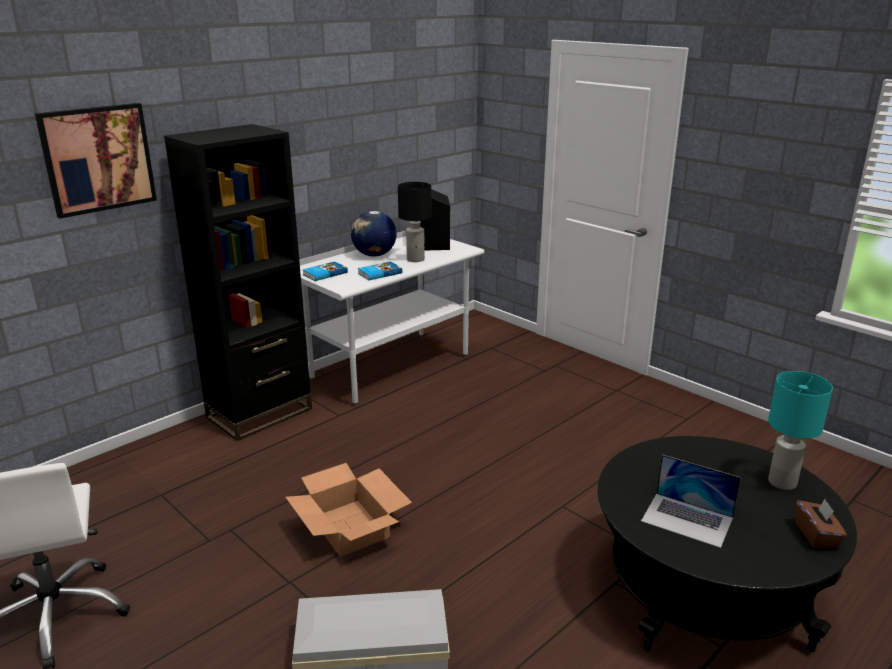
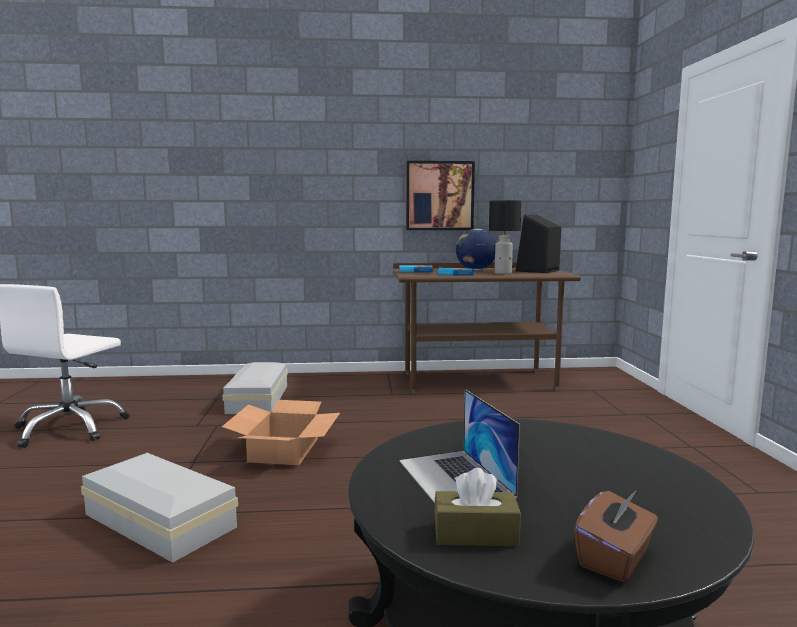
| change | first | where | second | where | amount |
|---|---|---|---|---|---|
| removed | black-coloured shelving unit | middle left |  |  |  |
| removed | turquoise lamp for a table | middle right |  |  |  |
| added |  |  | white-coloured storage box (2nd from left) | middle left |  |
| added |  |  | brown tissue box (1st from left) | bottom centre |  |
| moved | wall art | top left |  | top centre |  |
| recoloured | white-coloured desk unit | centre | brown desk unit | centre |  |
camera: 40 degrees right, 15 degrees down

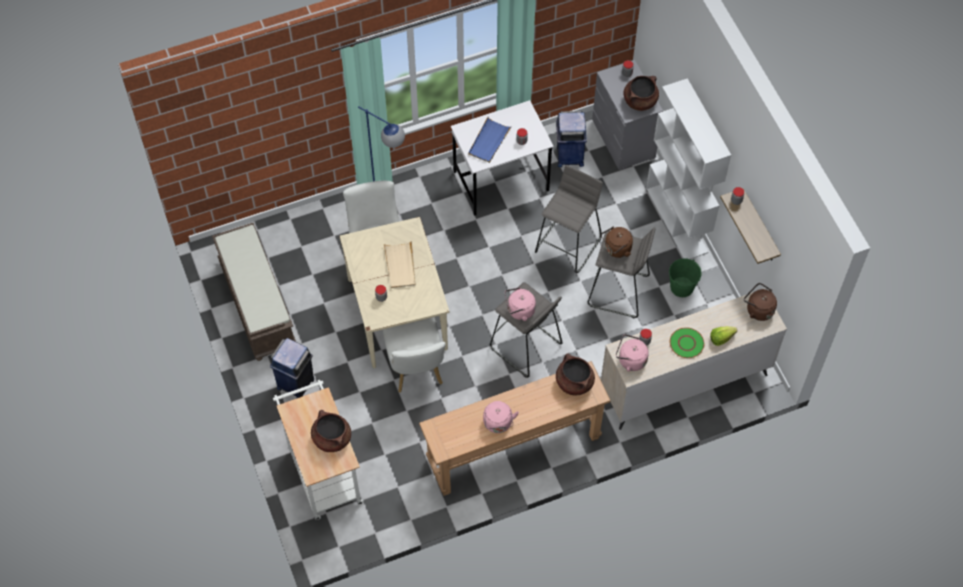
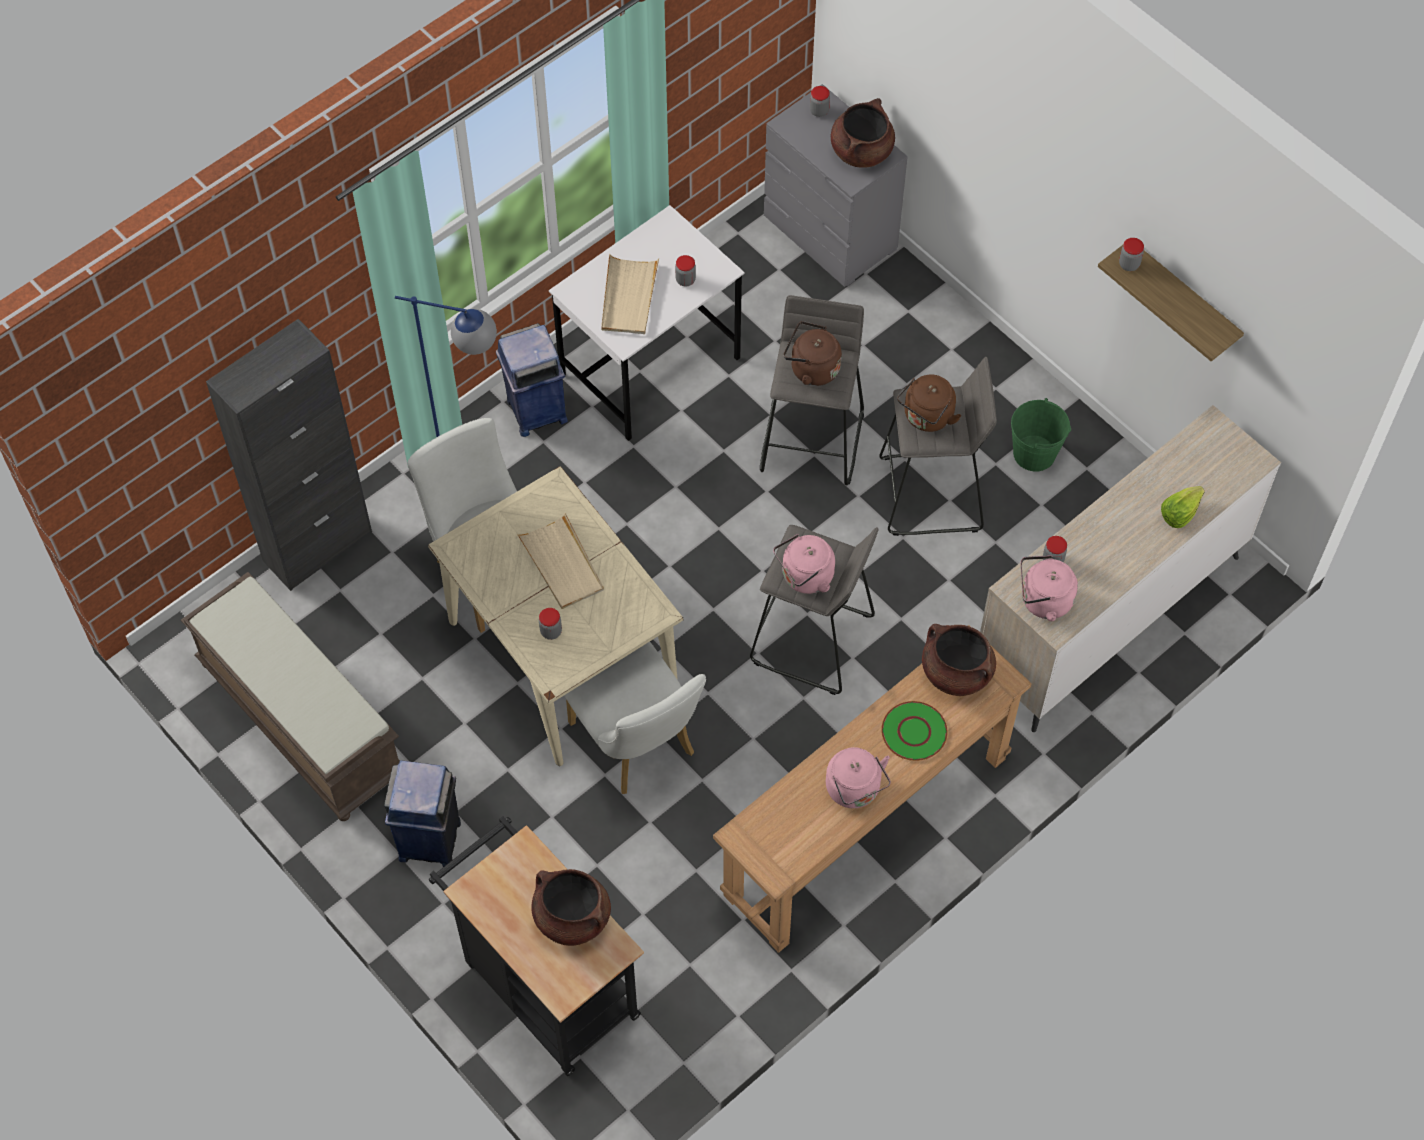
| change | first | where | second | where | amount |
|---|---|---|---|---|---|
| removed | white-coloured shelving unit | top right |  |  |  |
| added |  |  | black-coloured storage cabinet | middle left |  |
| moved | blue rubbish bin (2nd from left) | top centre |  | centre |  |
| moved | greenish flat dish | middle right |  | centre |  |
| moved | brown tea kettle (2nd from left in the first image) | middle right | brown tea kettle (1st from left) | top centre |  |
| recoloured | white-coloured cart | bottom left | black-coloured cart | bottom centre |  |
| recoloured | blue carrying tray | top centre | beige carrying tray (2nd from left) | top centre |  |
camera: 20 degrees left, 0 degrees up

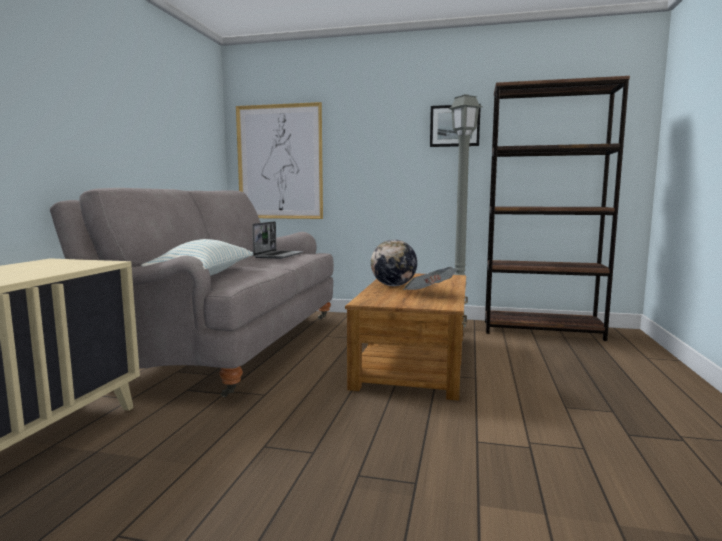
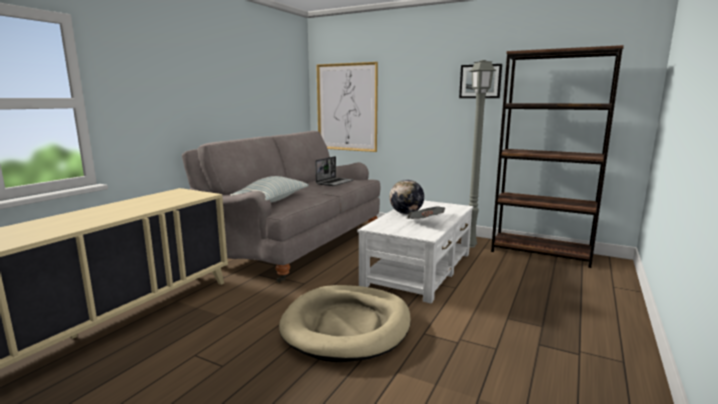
| change | first | where | second | where | amount |
|---|---|---|---|---|---|
| added |  |  | beige dog cushion | bottom centre |  |
| recoloured | brown low table | centre | white-coloured low table | centre |  |
camera: 15 degrees right, 5 degrees up

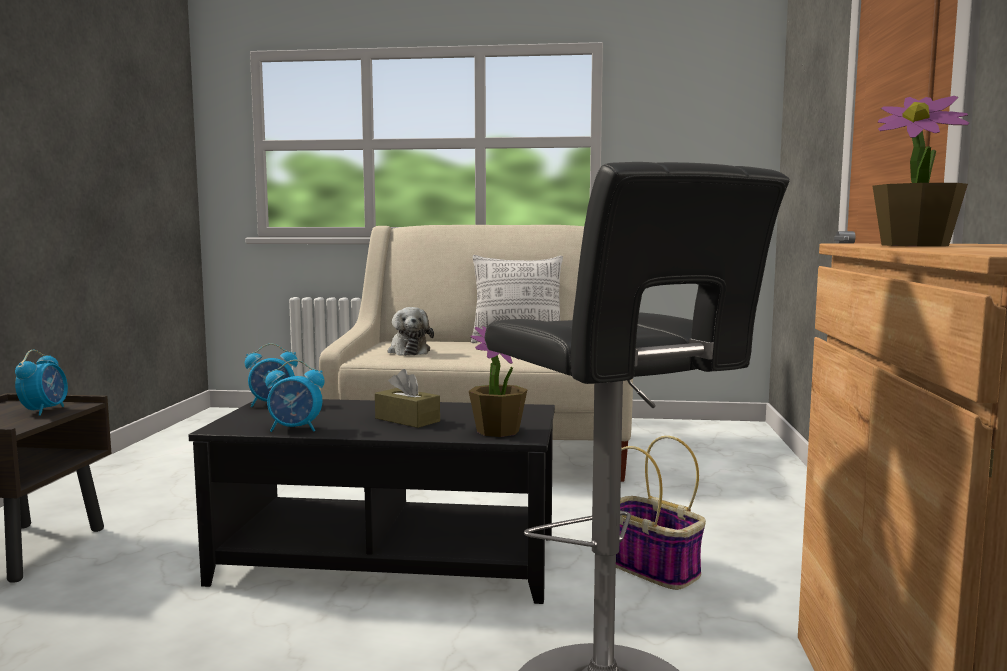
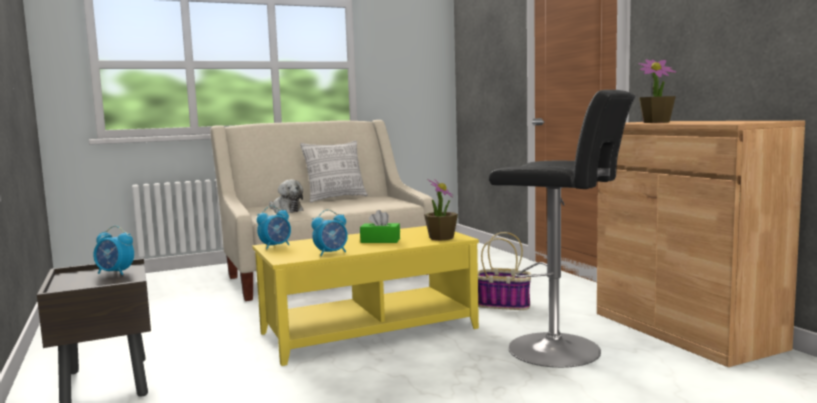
| change | first | where | second | where | amount |
|---|---|---|---|---|---|
| recoloured | black-coloured low table | bottom centre | yellow low table | bottom centre |  |
| recoloured | brown tissue box | centre | greenish tissue box | centre |  |
| turned | bedside clock (1st from left) | middle left |  | middle left | 135 degrees clockwise |
camera: 30 degrees left, 0 degrees up

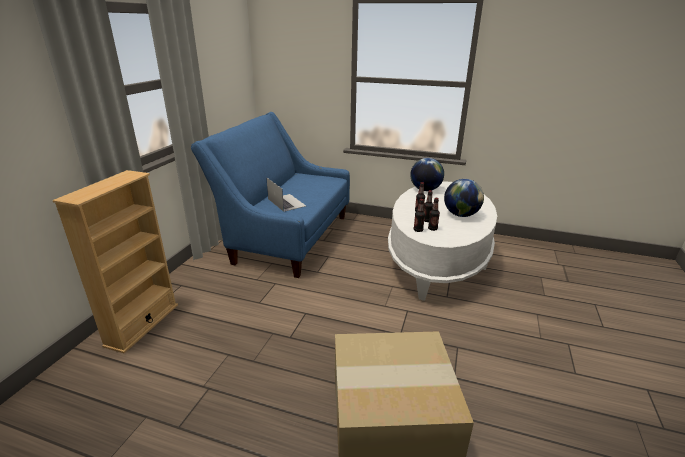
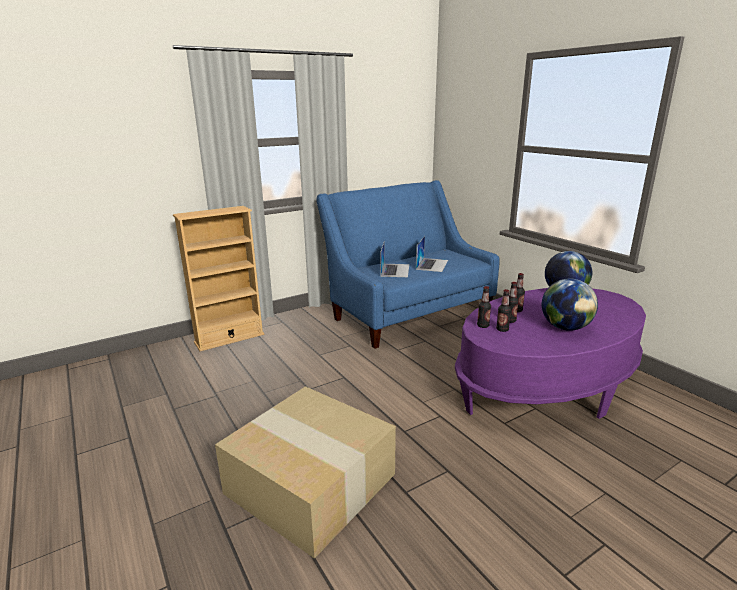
| change | first | where | second | where | amount |
|---|---|---|---|---|---|
| added |  |  | portable computer (2nd from left) | centre |  |
| recoloured | white-coloured low table | centre | purple low table | middle right |  |
camera: 40 degrees right, 5 degrees down

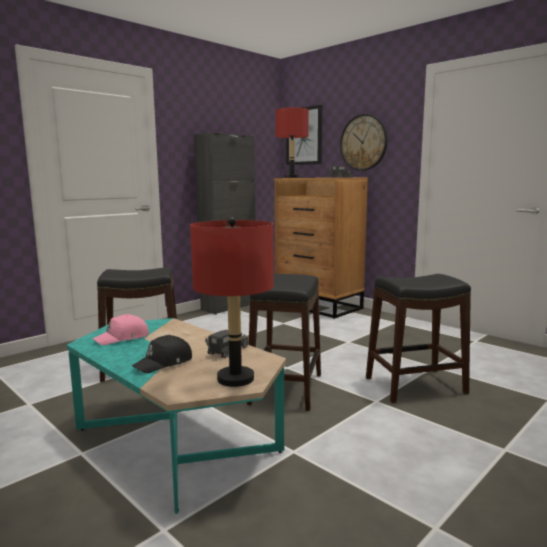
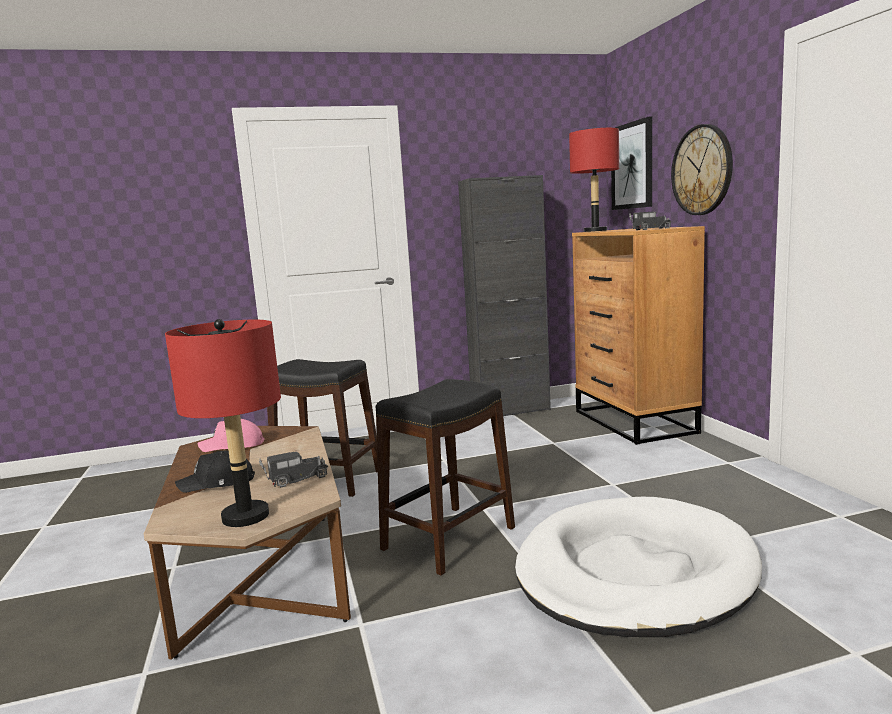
| change | first | where | second | where | amount |
|---|---|---|---|---|---|
| replaced | black-coloured stool (3rd from left) | middle right | white-coloured dog cushion | bottom right |  |
| recoloured | turquoise low table | bottom left | brown low table | bottom left |  |
camera: 30 degrees right, 0 degrees up

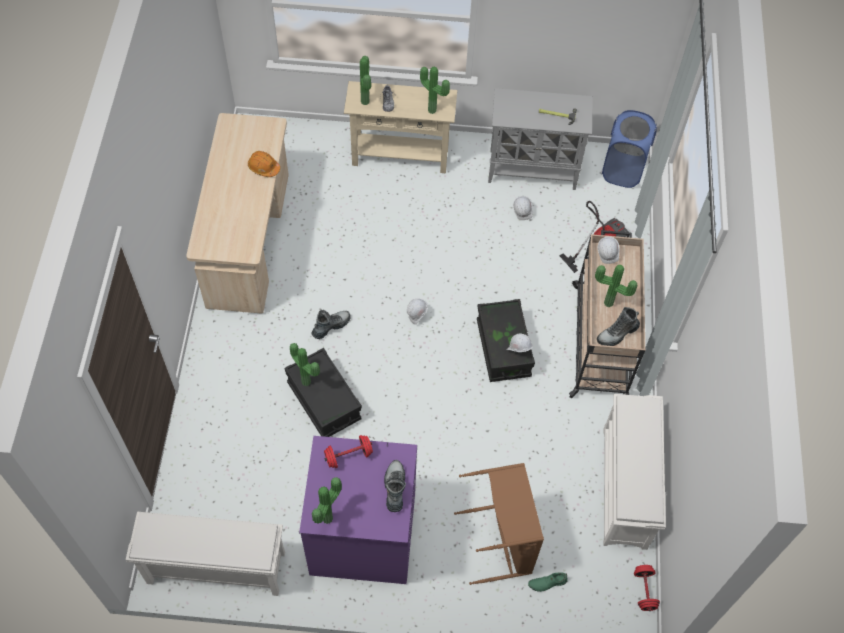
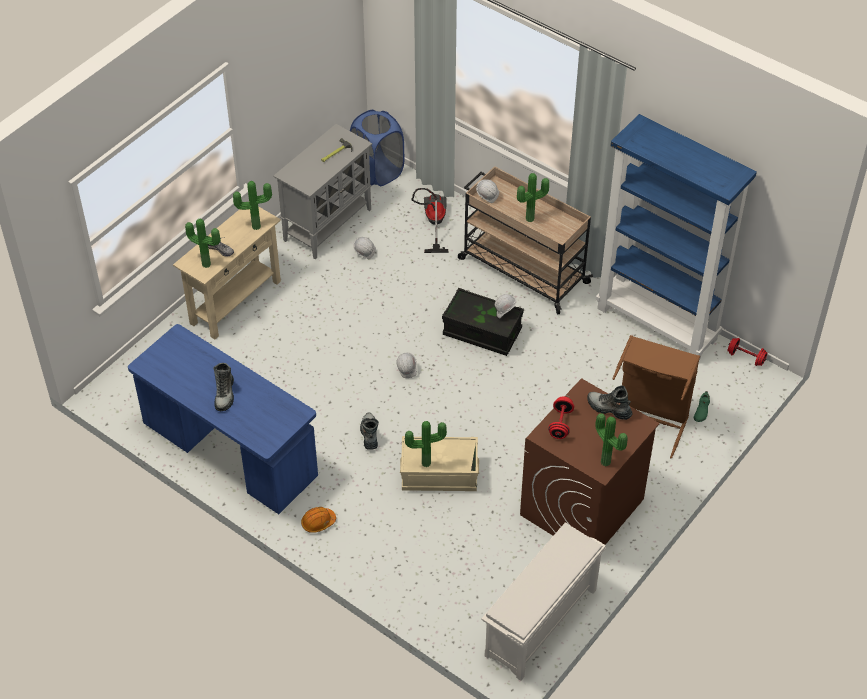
| change | first | where | second | where | amount |
|---|---|---|---|---|---|
| moved | orange-coloured work helmet | top left |  | bottom centre |  |
| moved | boot (3rd from left in the first image) | middle right | boot (1st from left) | middle left |  |
| replaced | white-coloured shoe shelf (2nd from left) | bottom right | blue shelving unit | middle right |  |
| recoloured | beige desk unit | middle left | blue desk unit | middle left |  |
| recoloured | black-coloured storage box (1st from left) | centre | beige storage box | centre |  |
| recoloured | purple laundry appliance | bottom centre | brown laundry appliance | middle right |  |
camera: 55 degrees left, 10 degrees down

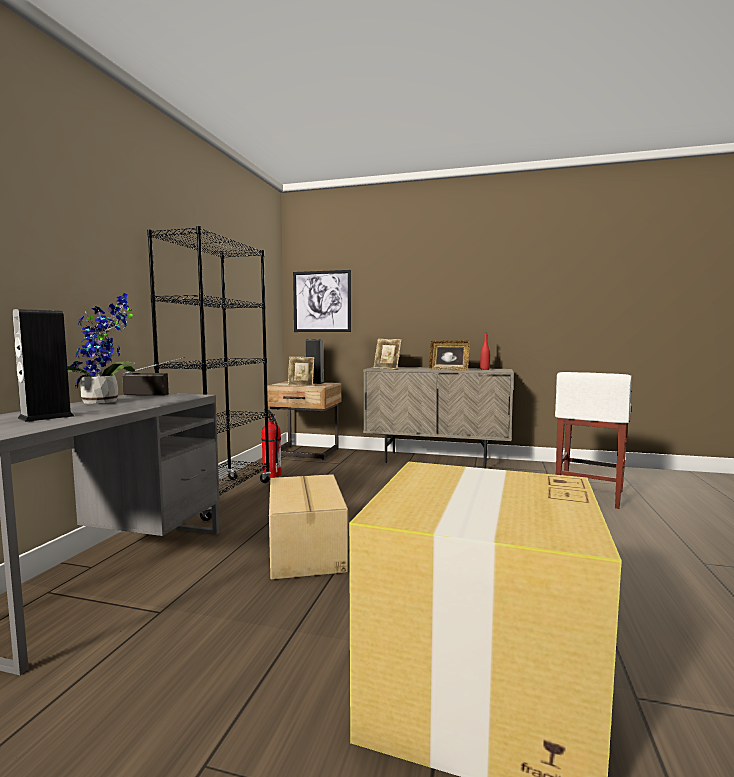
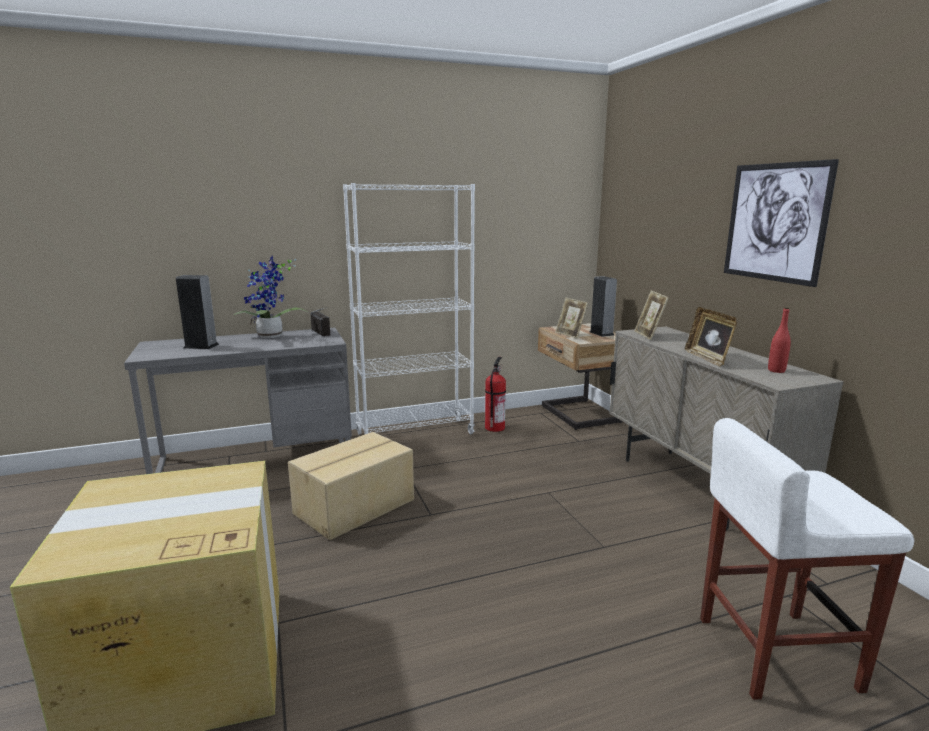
| change | first | where | second | where | amount |
|---|---|---|---|---|---|
| moved | wall art | centre |  | top right |  |
| recoloured | black-coloured shelving unit | middle left | white-coloured shelving unit | centre |  |
camera: 55 degrees right, 10 degrees up

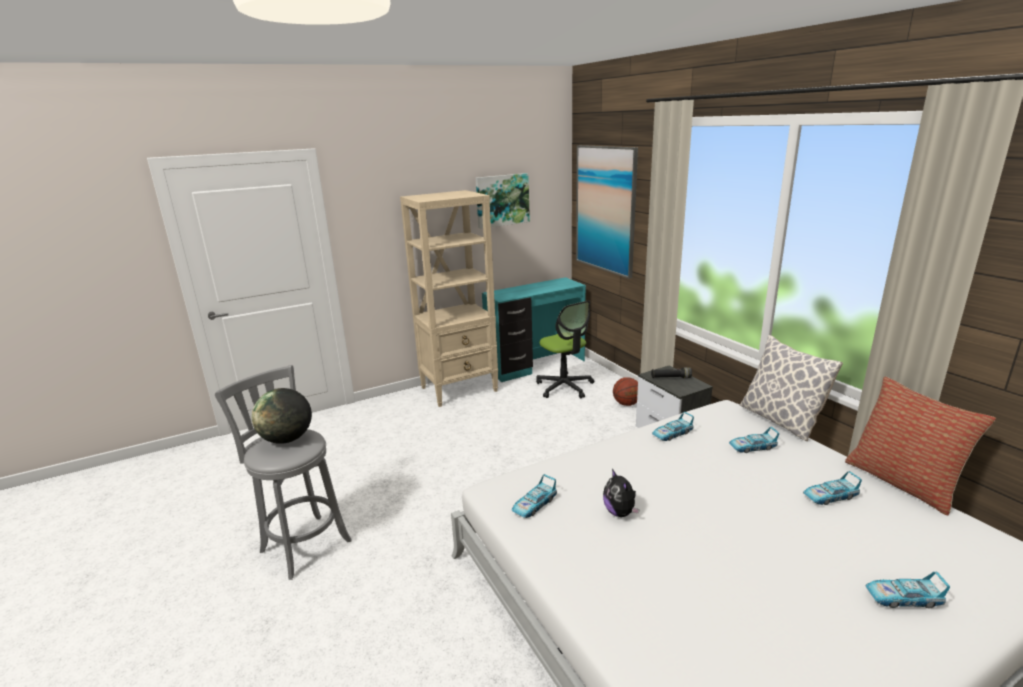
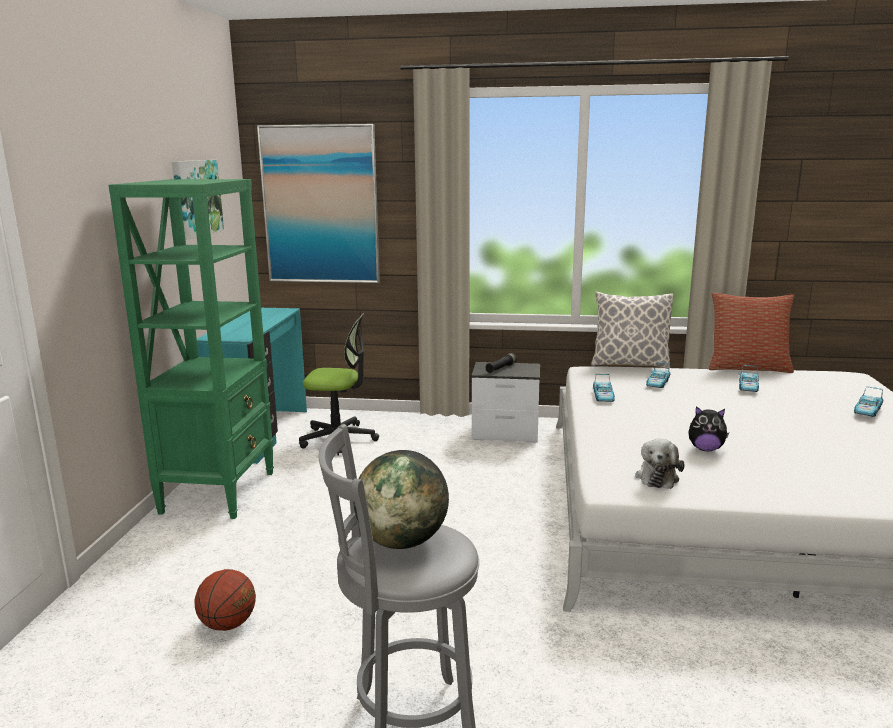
| change | first | where | second | where | amount |
|---|---|---|---|---|---|
| moved | basketball | centre |  | bottom left |  |
| replaced | toy car (1st from left) | bottom centre | cuddly toy (1st from left) | middle right |  |
| recoloured | beige shelving unit | centre | greenish shelving unit | middle left |  |
camera: 55 degrees left, 5 degrees down

